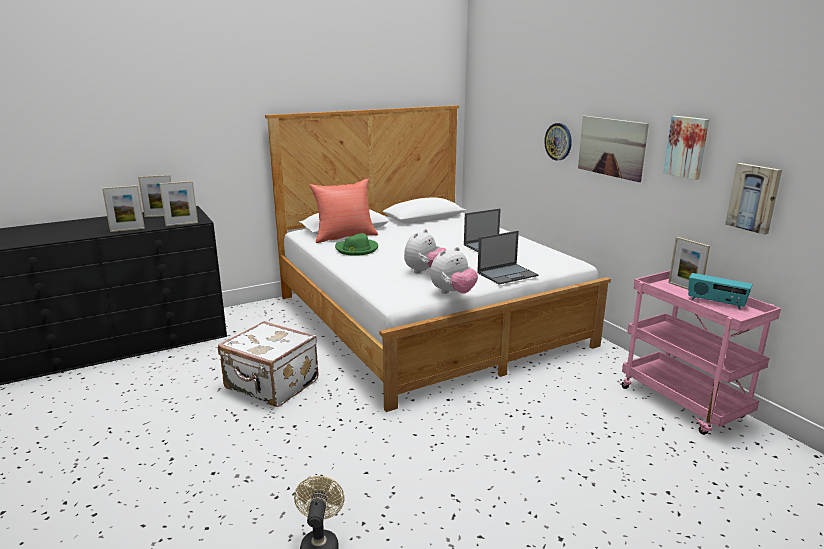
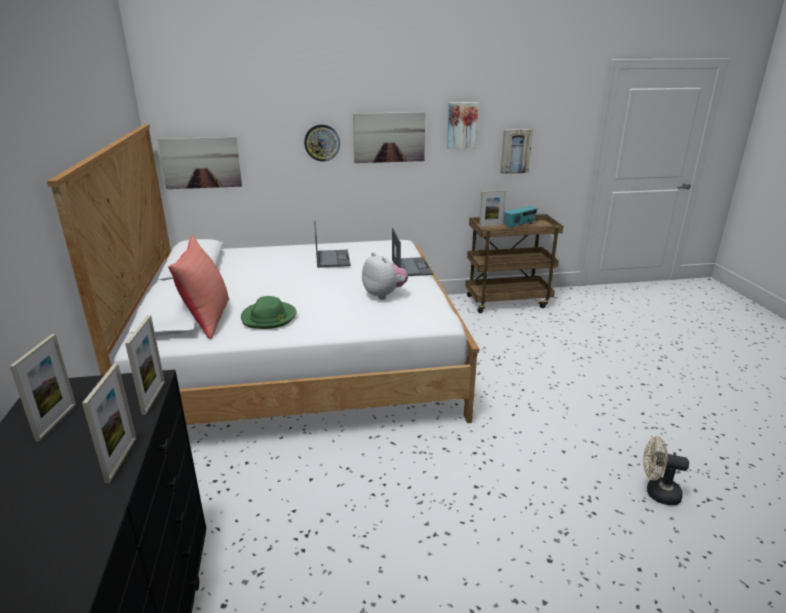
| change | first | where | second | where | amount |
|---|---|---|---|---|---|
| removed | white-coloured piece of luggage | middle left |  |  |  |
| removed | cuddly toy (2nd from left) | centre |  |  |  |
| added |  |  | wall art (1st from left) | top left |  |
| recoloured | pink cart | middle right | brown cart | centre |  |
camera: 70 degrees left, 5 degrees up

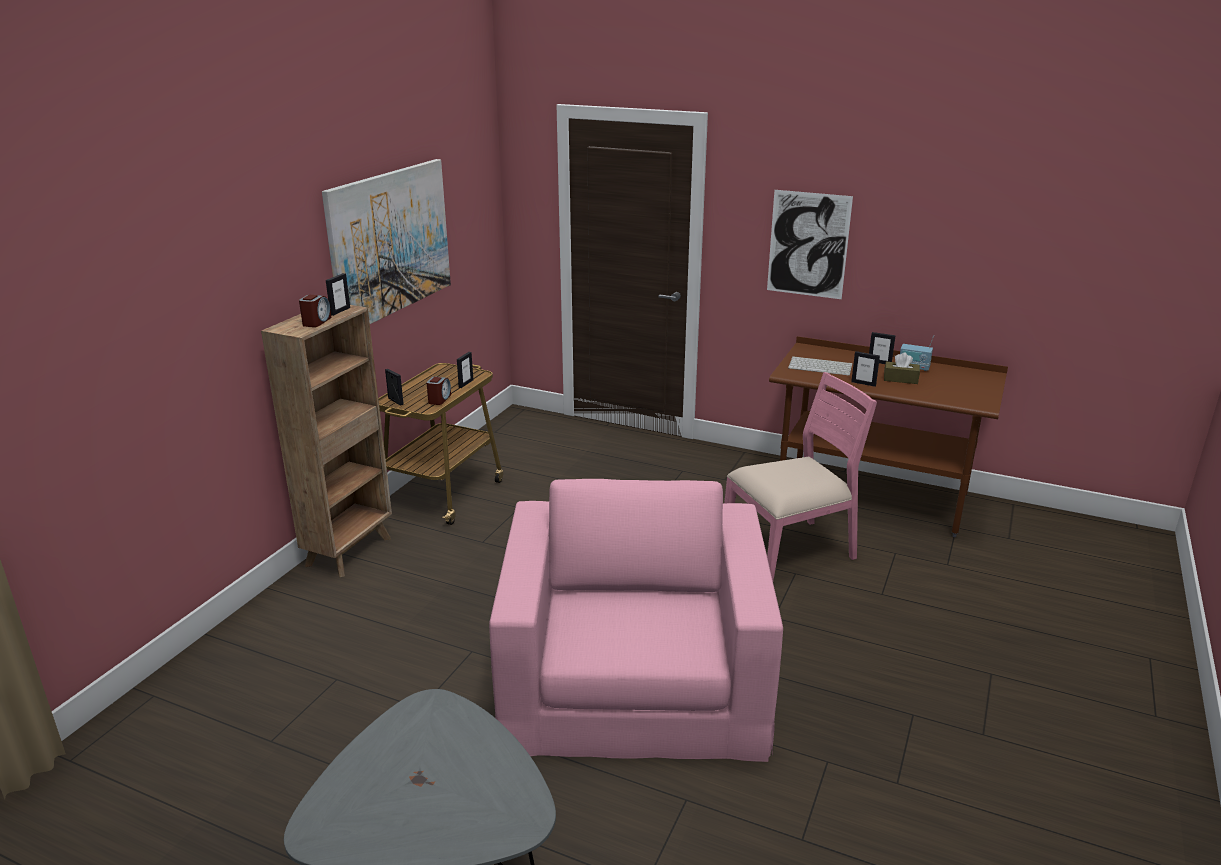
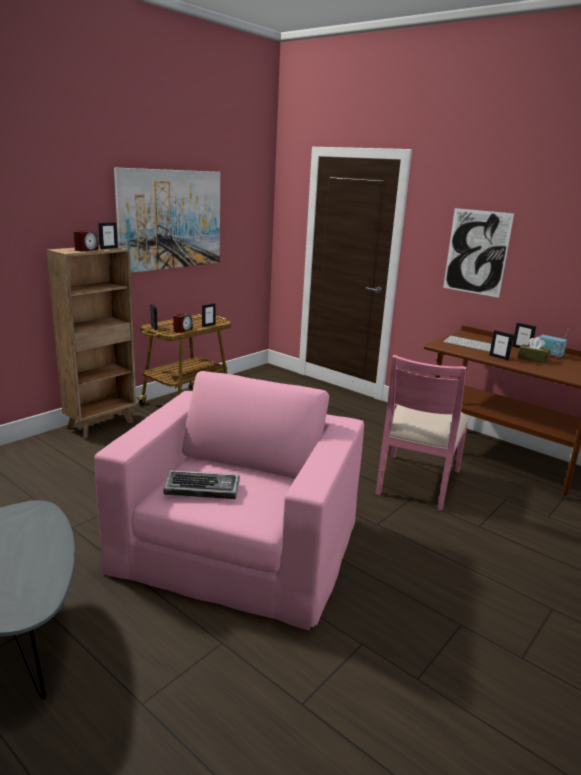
| change | first | where | second | where | amount |
|---|---|---|---|---|---|
| added |  |  | keyboard (1st from left) | centre |  |
| turned | pink plain chair | centre |  | middle right | 120 degrees clockwise |
camera: 15 degrees right, 5 degrees down

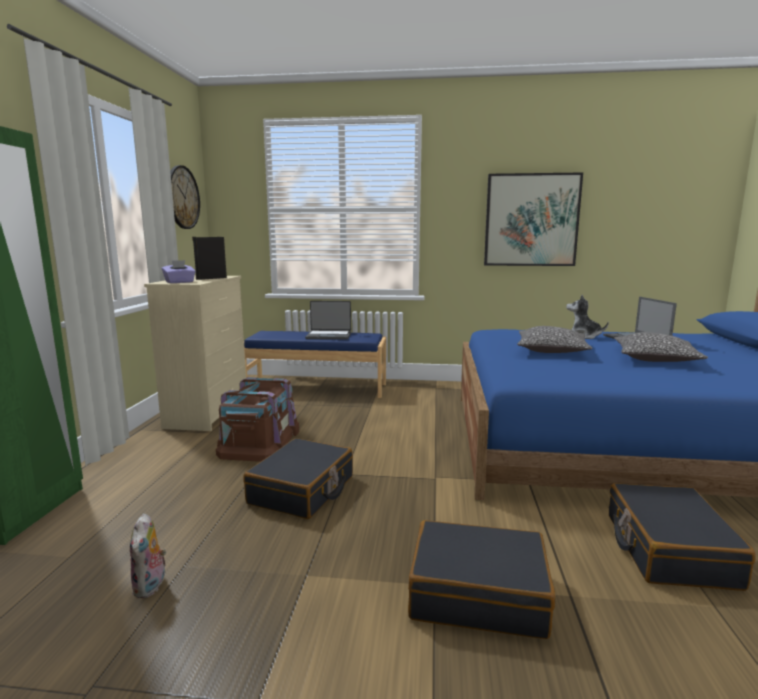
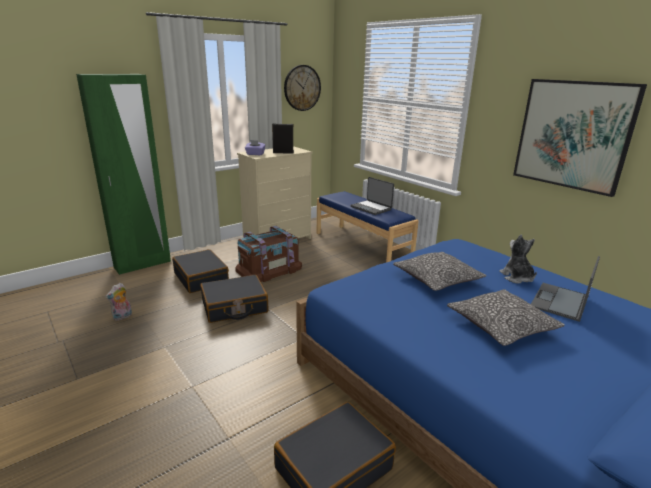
| change | first | where | second | where | amount |
|---|---|---|---|---|---|
| moved | black-coloured piece of luggage (2nd from left in the first image) | bottom centre | black-coloured piece of luggage (1st from left) | middle left |  |
camera: 45 degrees right, 10 degrees up

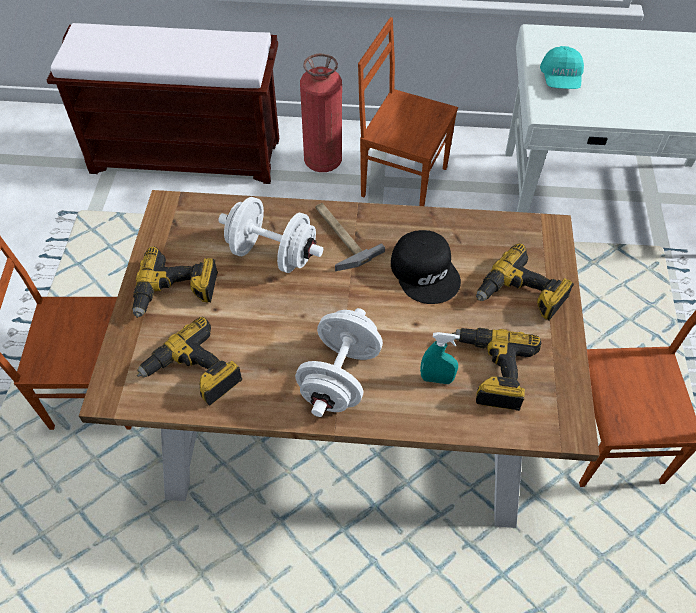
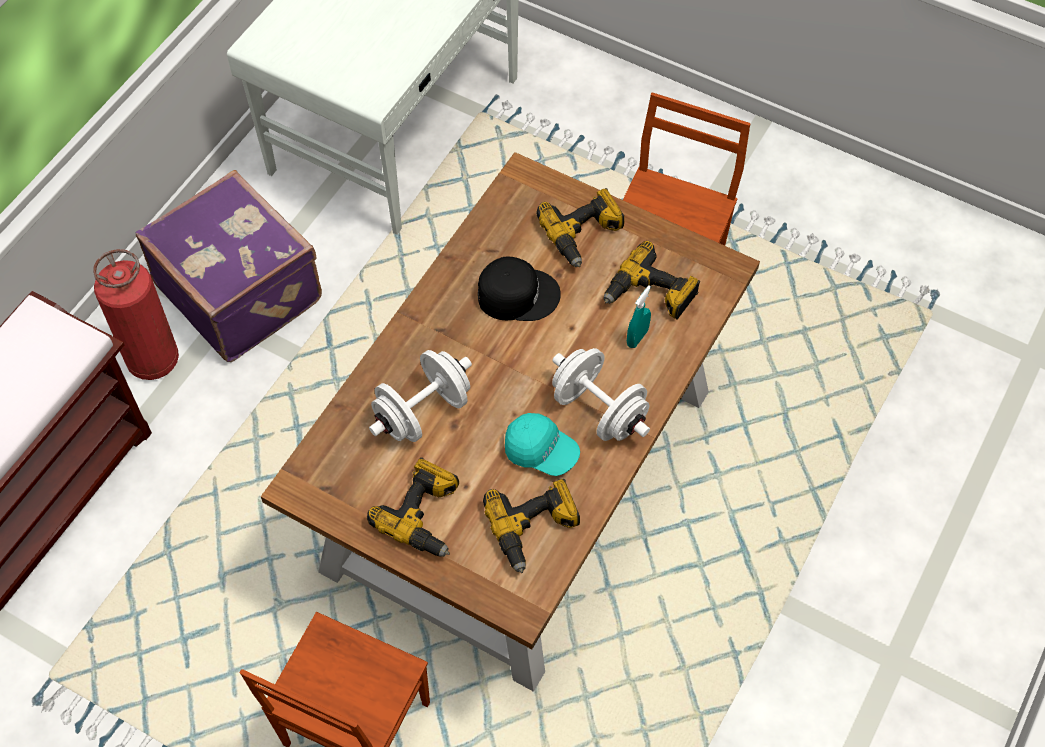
| change | first | where | second | where | amount |
|---|---|---|---|---|---|
| removed | tool hammer | centre |  |  |  |
| moved | turquoise baseball cap | top right |  | centre |  |
| replaced | brown plain chair (2nd from left) | top centre | purple piece of luggage | middle left |  |
camera: 65 degrees left, 5 degrees up

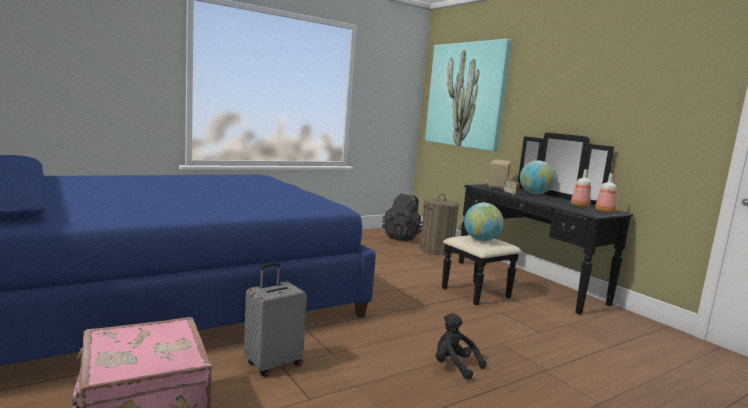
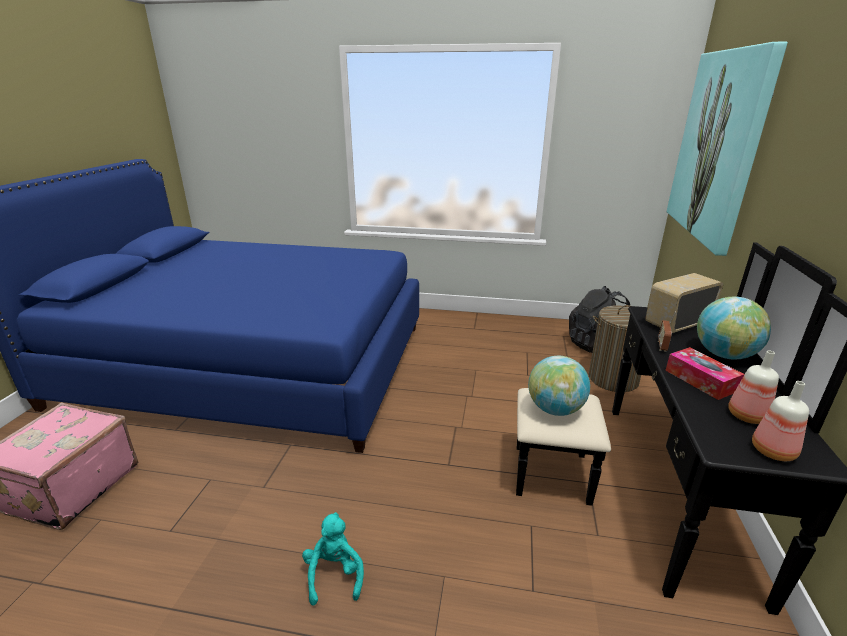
| change | first | where | second | where | amount |
|---|---|---|---|---|---|
| removed | grey piece of luggage | bottom centre |  |  |  |
| added |  |  | tissue box | middle right |  |
| recoloured | black-coloured cuddly toy | bottom centre | turquoise cuddly toy | bottom centre |  |
camera: 45 degrees right, 15 degrees up

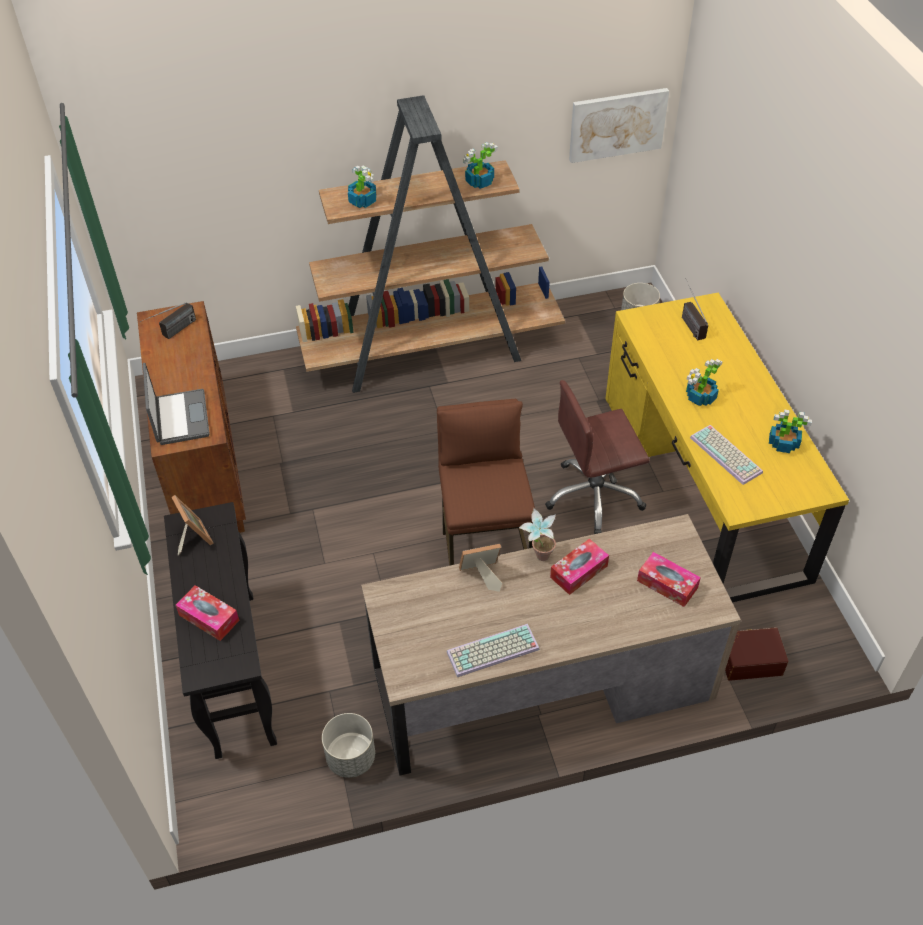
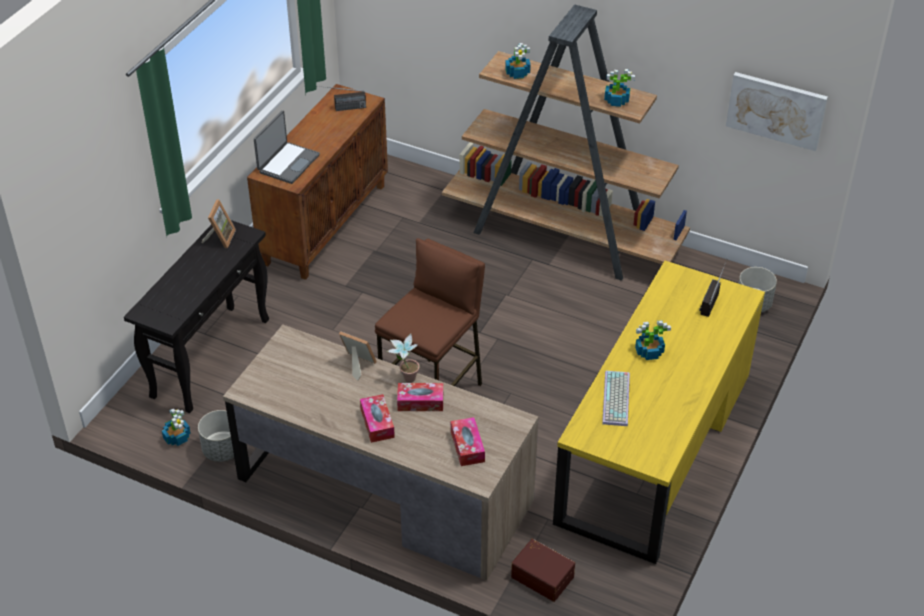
| change | first | where | second | where | amount |
|---|---|---|---|---|---|
| removed | keyboard (1st from left) | bottom centre |  |  |  |
| removed | brown desk chair | centre |  |  |  |
| moved | tissue box (1st from left) | middle left |  | bottom centre |  |
| moved | houseplant (5th from left in the first image) | middle right | houseplant (1st from left) | bottom left |  |
camera: 40 degrees right, 5 degrees down

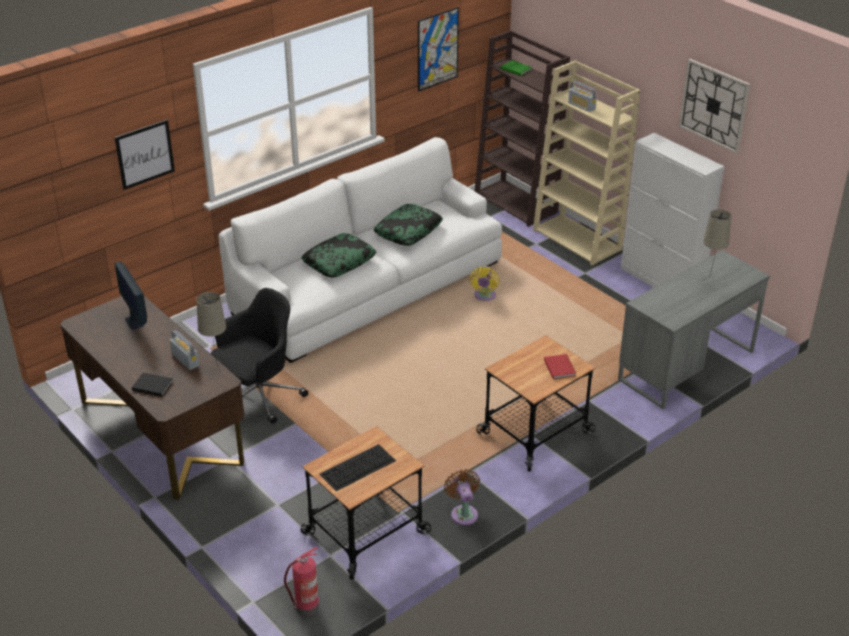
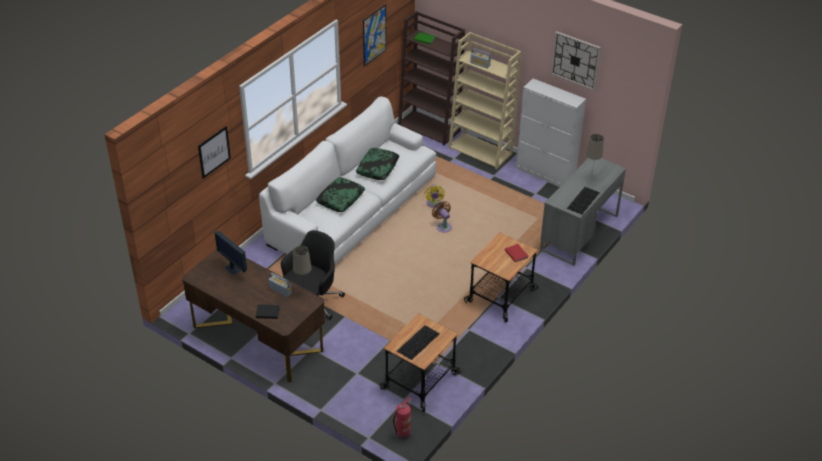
| change | first | where | second | where | amount |
|---|---|---|---|---|---|
| added |  |  | keyboard (2nd from left) | middle right |  |
| moved | brown fan | bottom centre |  | centre |  |
camera: 15 degrees left, 5 degrees up

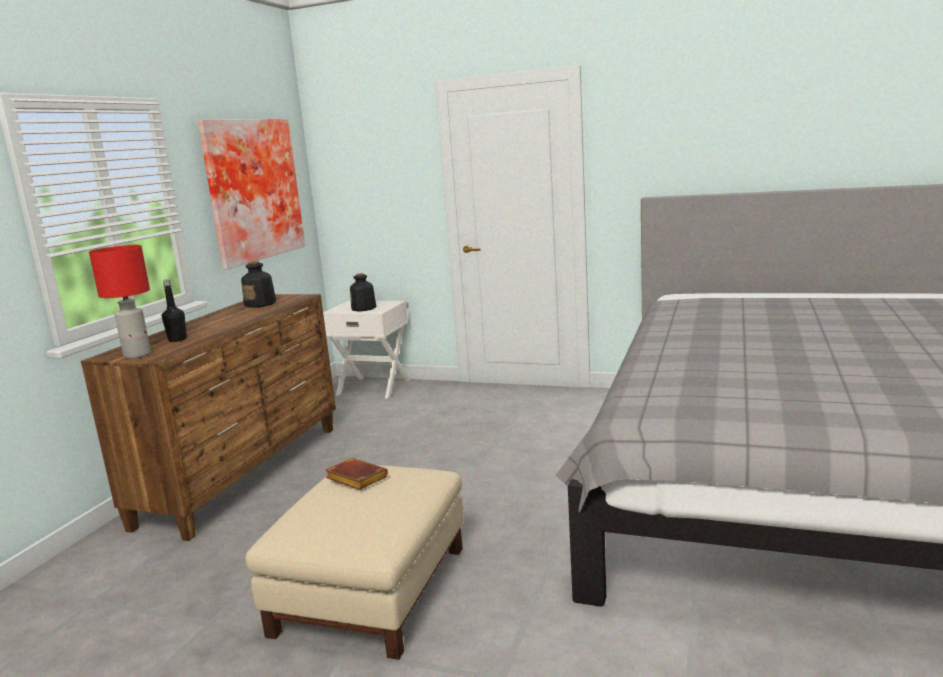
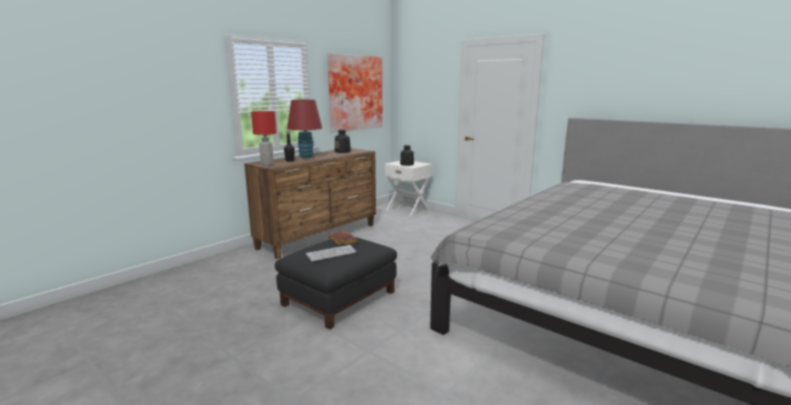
| change | first | where | second | where | amount |
|---|---|---|---|---|---|
| added |  |  | red lamp for a table (2nd from left) | top centre |  |
| added |  |  | keyboard | centre |  |
| recoloured | beige pouffe | bottom centre | black-coloured pouffe | bottom centre |  |
camera: 20 degrees right, 0 degrees up

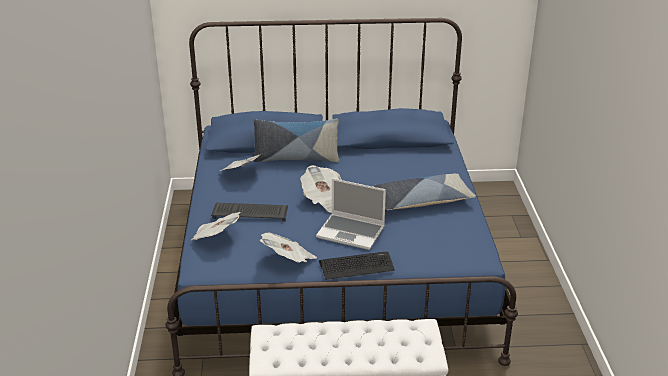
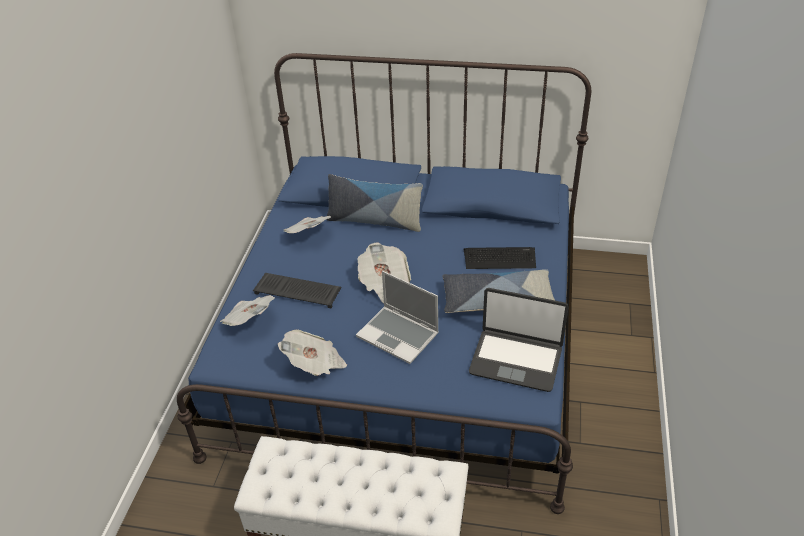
| change | first | where | second | where | amount |
|---|---|---|---|---|---|
| added |  |  | portable computer (2nd from left) | centre |  |
| moved | keyboard (2nd from left) | bottom centre |  | centre |  |
camera: 15 degrees right, 10 degrees up

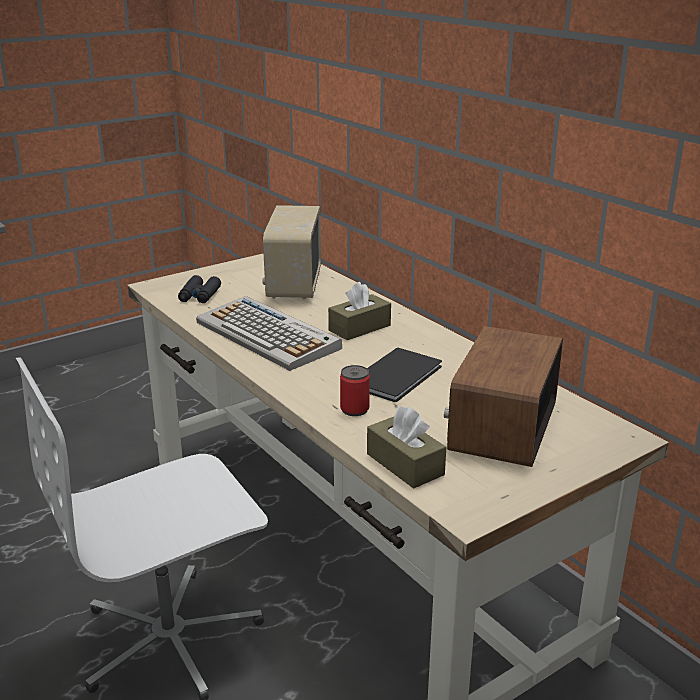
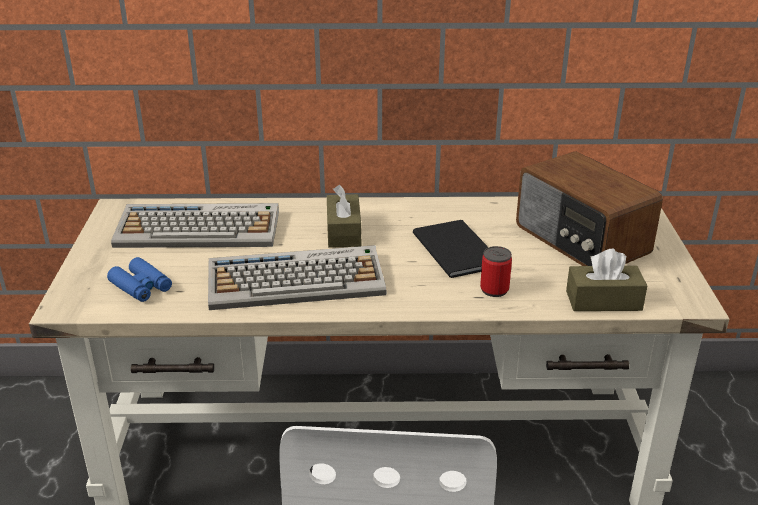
| change | first | where | second | where | amount |
|---|---|---|---|---|---|
| replaced | radio set (1st from left) | centre | keyboard (1st from left) | middle left |  |
| recoloured | black-coloured pair of binoculars | middle left | blue pair of binoculars | middle left |  |
camera: 55 degrees left, 5 degrees up

